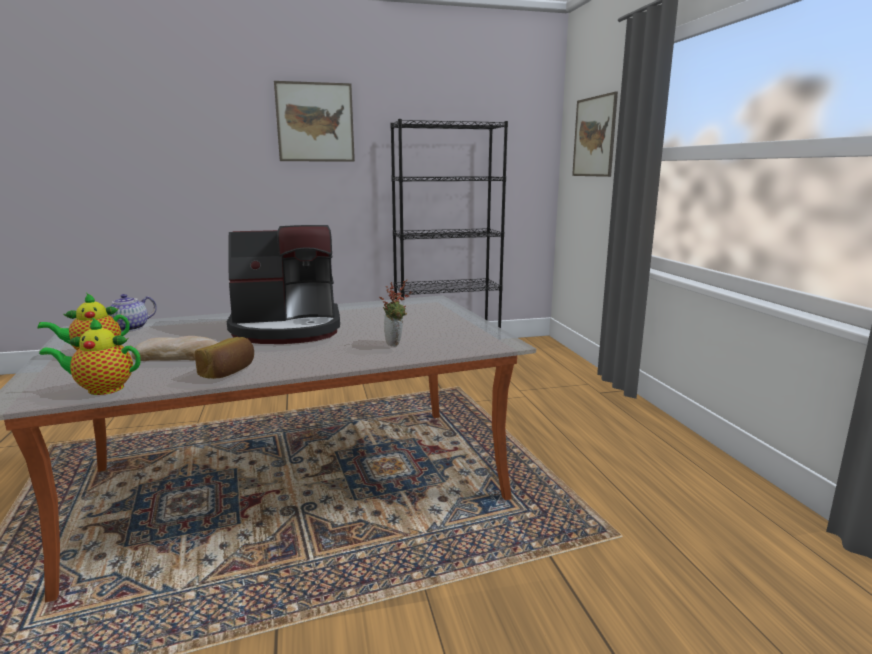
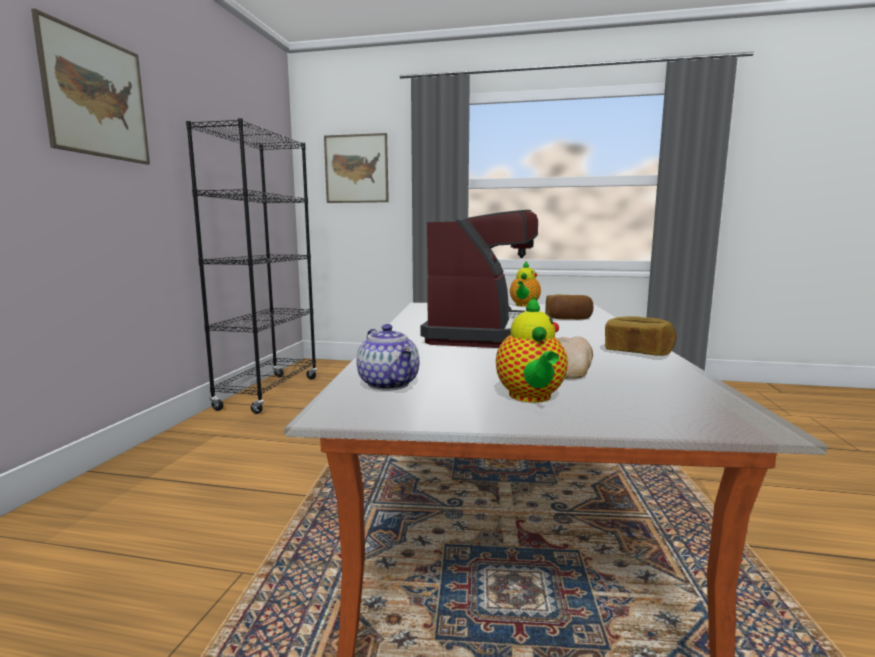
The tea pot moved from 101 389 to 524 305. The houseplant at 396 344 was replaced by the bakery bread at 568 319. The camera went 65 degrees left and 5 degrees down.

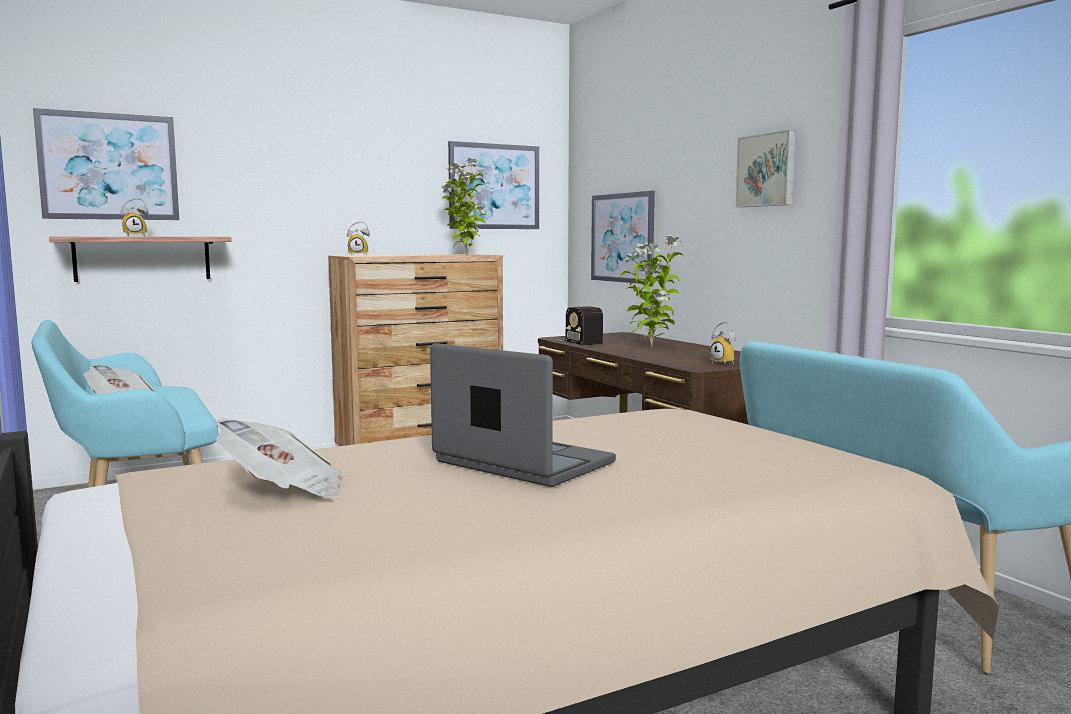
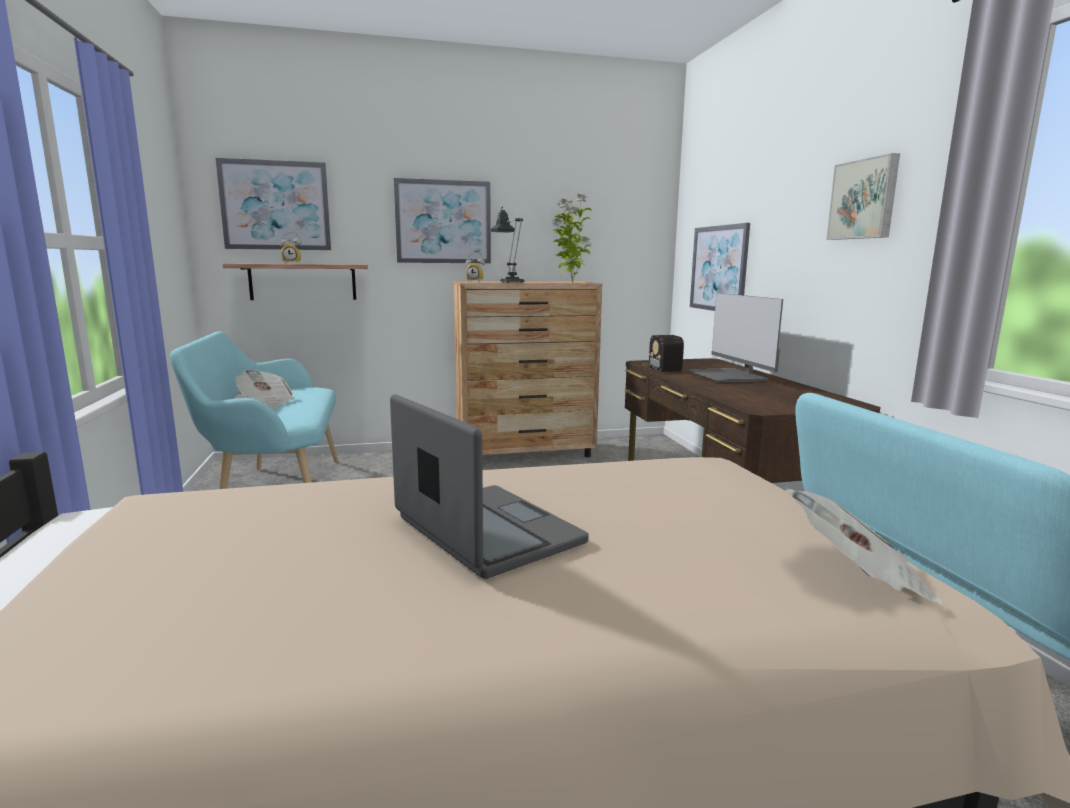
The wall art moved from 494 186 to 443 222. The tabletop lamp at 509 282 appeared. The houseplant at 651 346 was replaced by the monitor at 728 377. The printed paper moved from 284 491 to 858 578. The alarm clock at 725 363 disappeared. The camera went 15 degrees right and 5 degrees up.

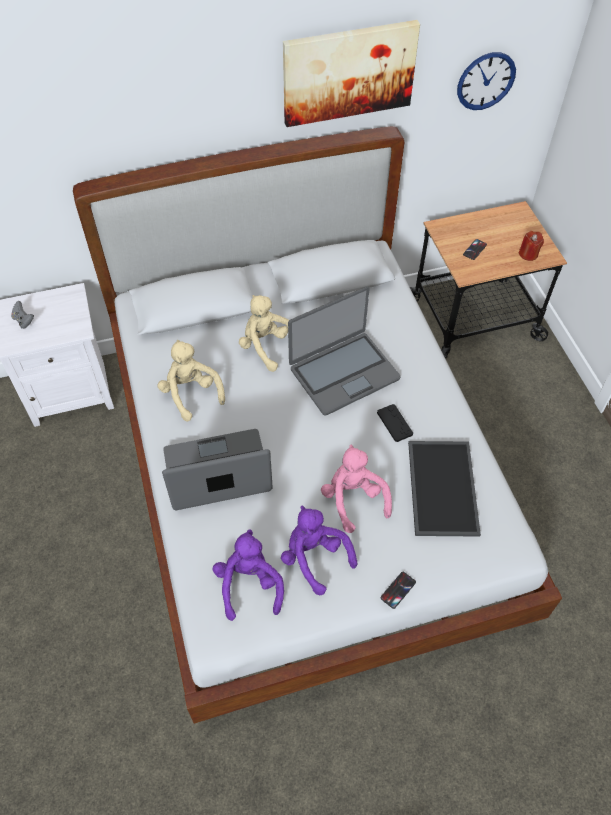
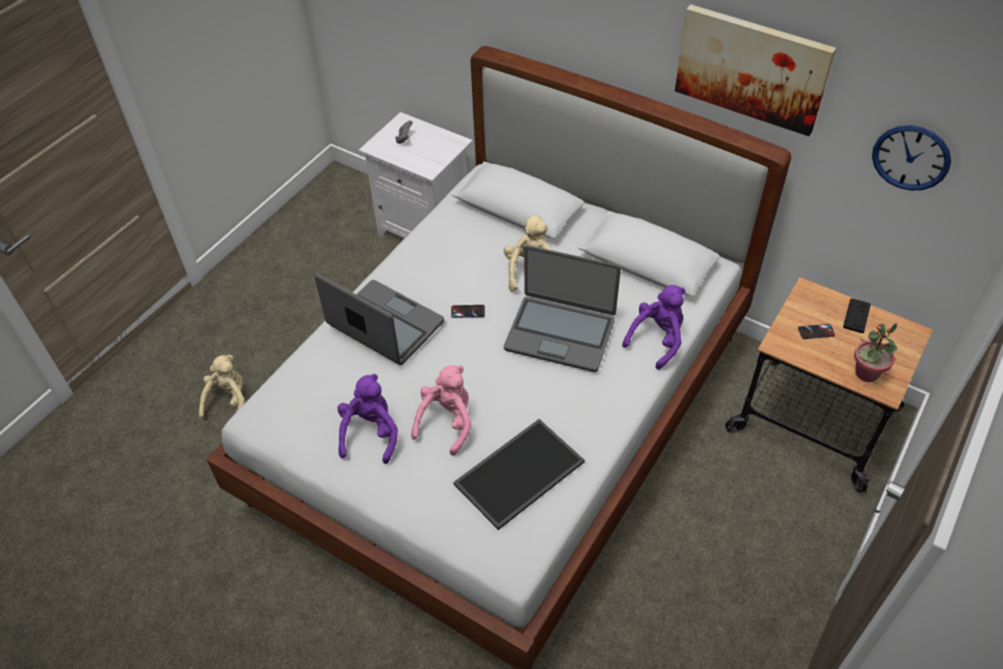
The sand-coloured soft toy moved from 191 393 to 229 402. The handset moved from 398 590 to 468 311. The purple soft toy moved from 249 584 to 657 340. The black-coloured game controller moved from 394 423 to 856 316. The red-coloured wax candle at 528 254 was replaced by the houseplant at 866 373. The camera went 50 degrees right and 5 degrees down.

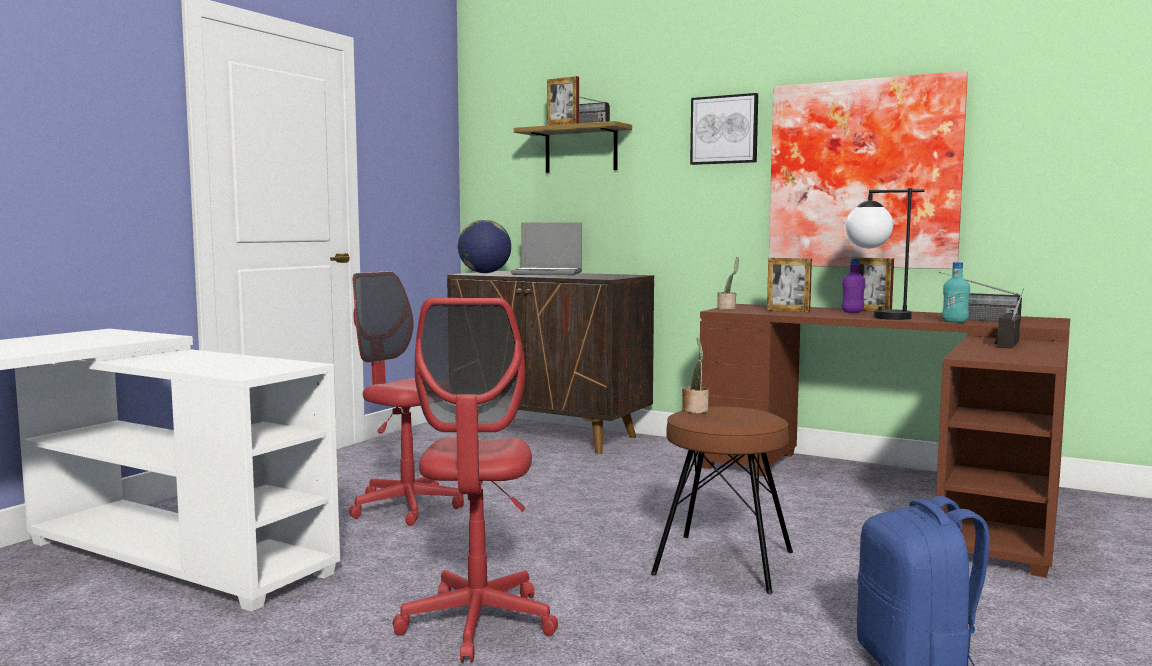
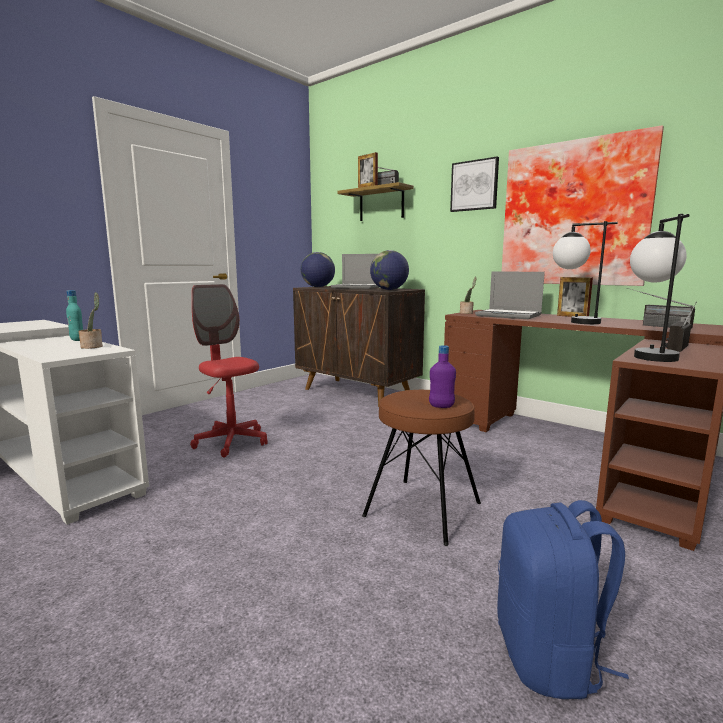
The turquoise-coloured bottle moved from 954 322 to 77 340. The houseplant moved from 695 410 to 93 346. The world globe at 389 289 appeared. The purple bottle moved from 852 312 to 441 406. The picture frame at 788 311 was replaced by the laptop at 509 315. The tabletop lamp at 649 355 appeared. The red-coloured office chair at 478 624 disappeared. The camera went 10 degrees right and 5 degrees up.

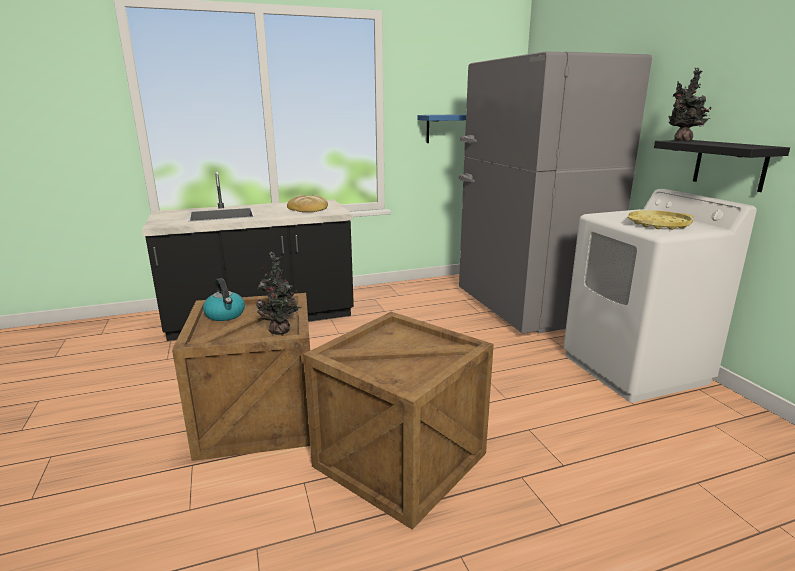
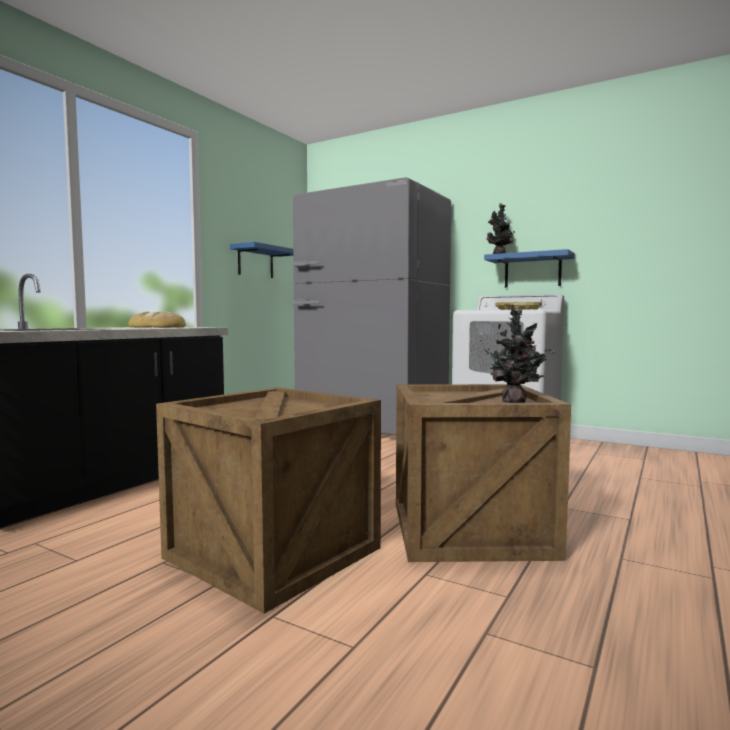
The houseplant moved from 281 331 to 515 402. The black-coloured shelf at 730 165 became the blue shelf at 532 271. The water kettle at 225 315 disappeared. The camera went 40 degrees left and 15 degrees down.

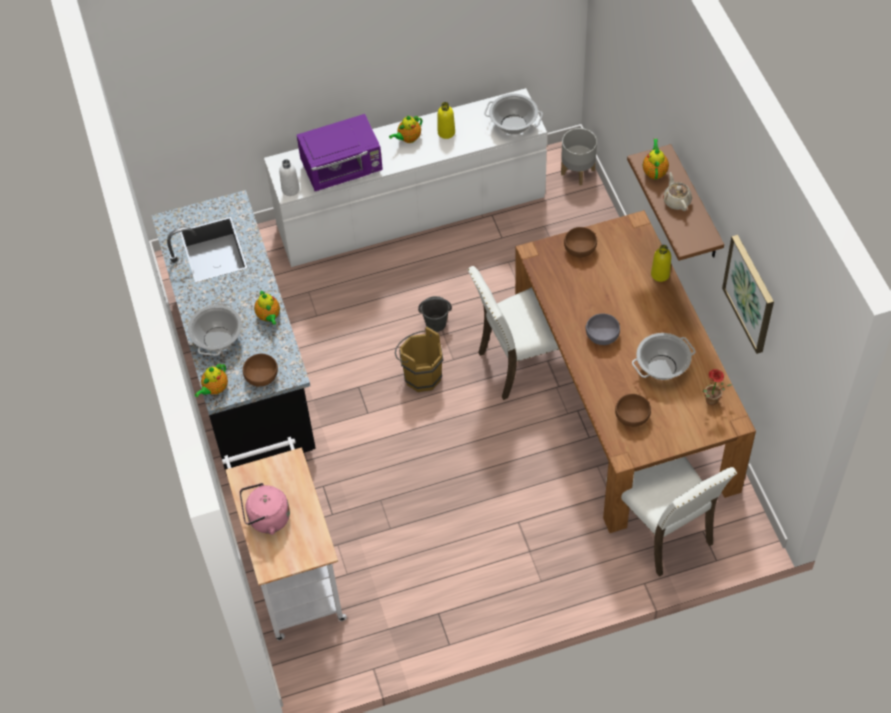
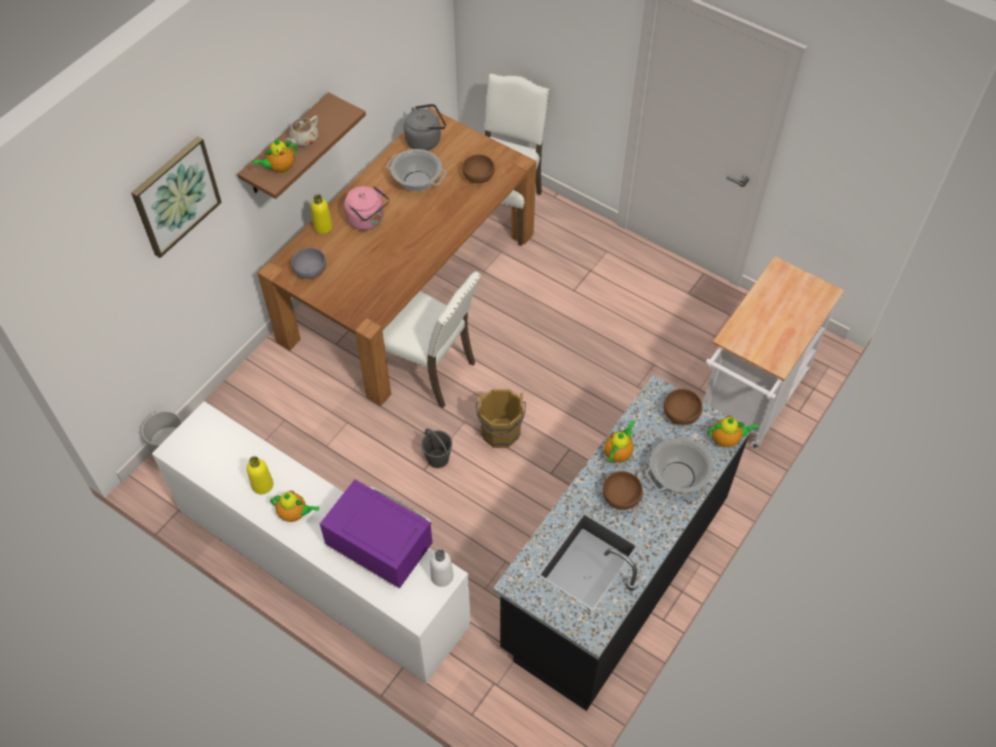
The wall art moved from 750 293 to 175 196. The greyish serving bowl moved from 602 336 to 310 270. The pink water kettle moved from 266 519 to 368 220. The houseplant at 711 402 was replaced by the greyish water kettle at 425 140. The brown serving bowl moved from 580 248 to 620 497. The stockpot at 513 125 disappeared. The camera went 130 degrees left and 0 degrees up.

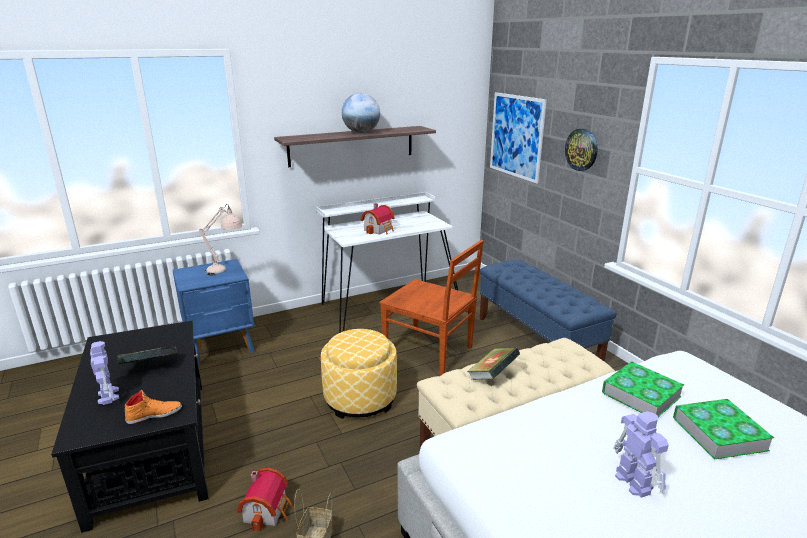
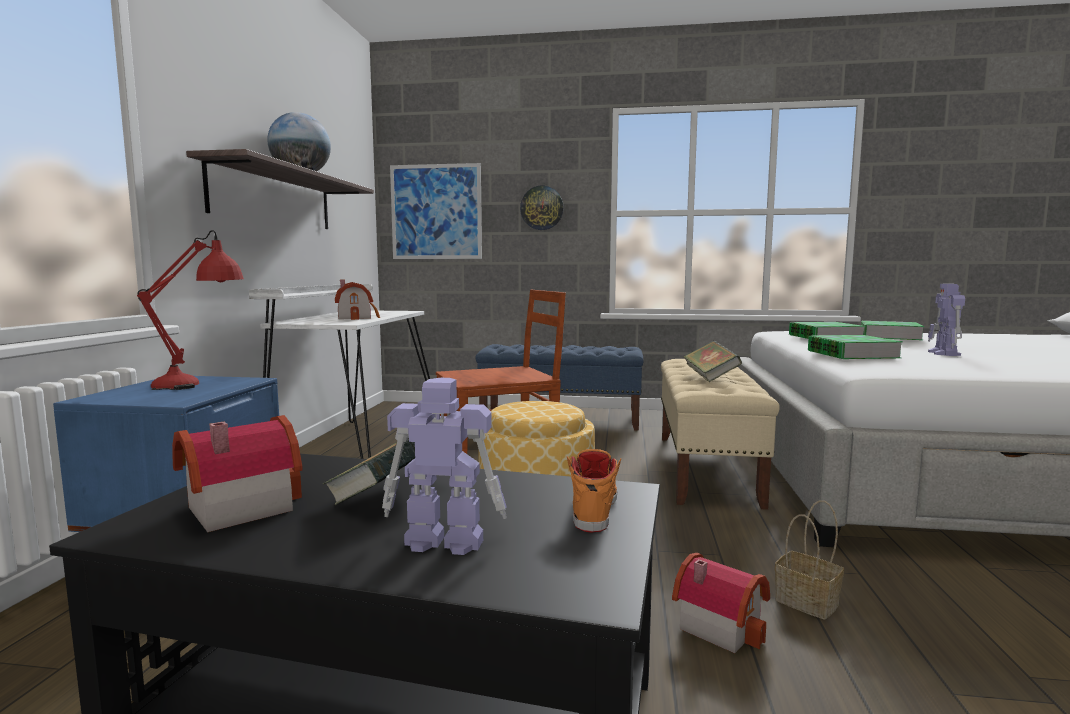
The sand-coloured tabletop lamp at 225 270 became the red-coloured tabletop lamp at 201 382. The model house at 235 507 appeared. The bound book at 852 354 appeared. The model robot at 633 481 turned 90 degrees counterclockwise. The camera went 55 degrees left and 15 degrees down.

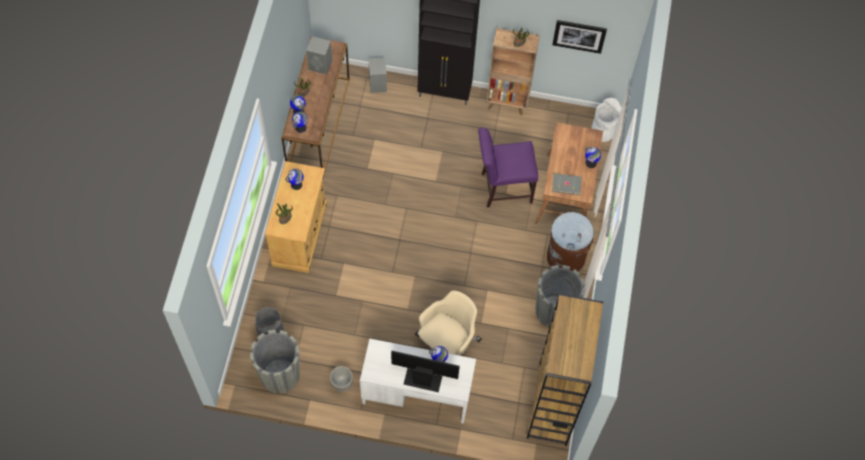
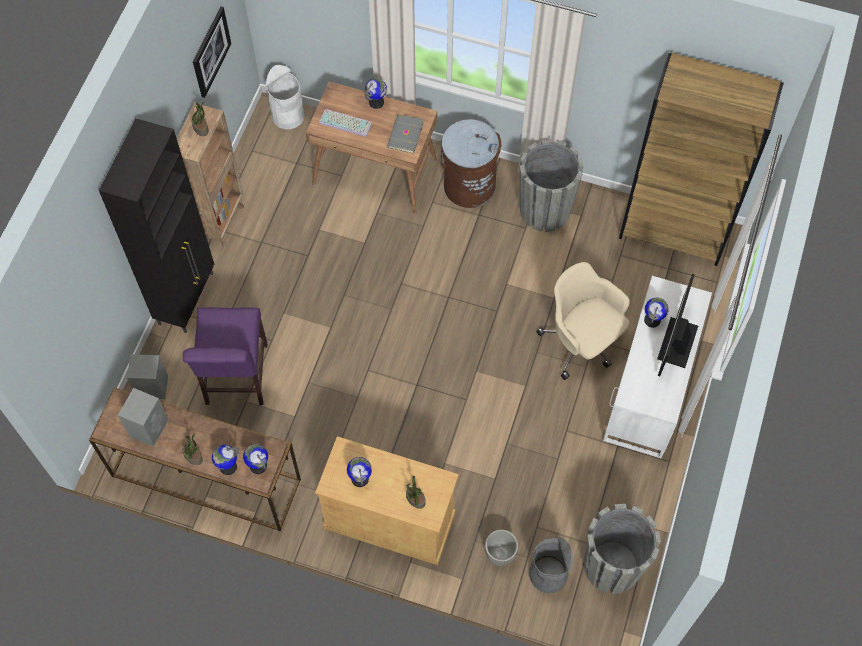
The purple plain chair moved from 503 188 to 235 379. The PC keyboard at 346 122 appeared. The planter moved from 341 384 to 500 554. The camera went 80 degrees left and 0 degrees up.

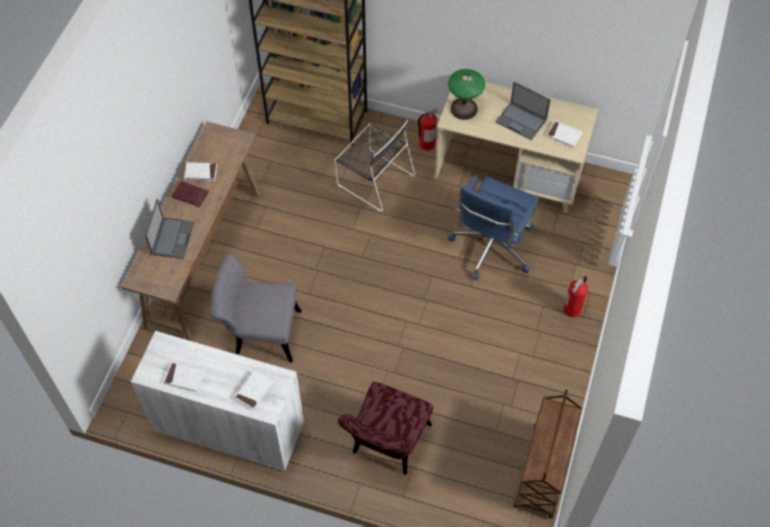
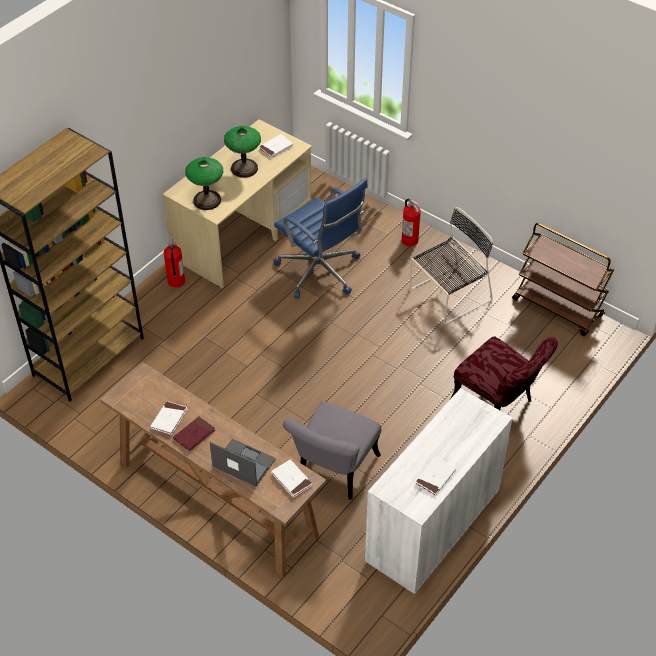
The laptop at 521 121 was replaced by the tabletop lamp at 244 168. The whitish bound book moved from 254 391 to 291 479. The black-coloured plain chair moved from 373 179 to 448 296. The camera went 70 degrees left and 10 degrees down.

